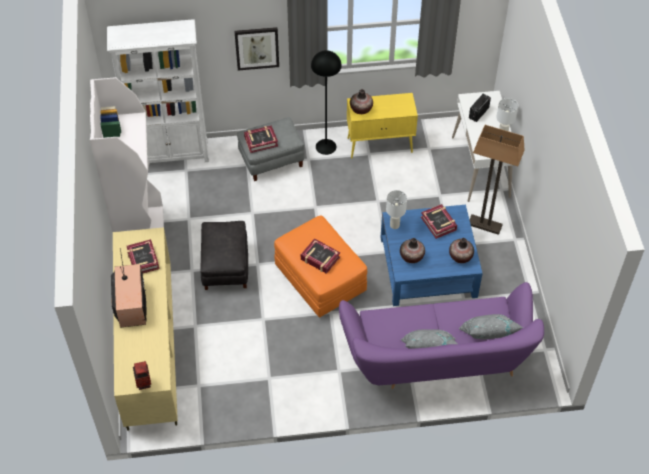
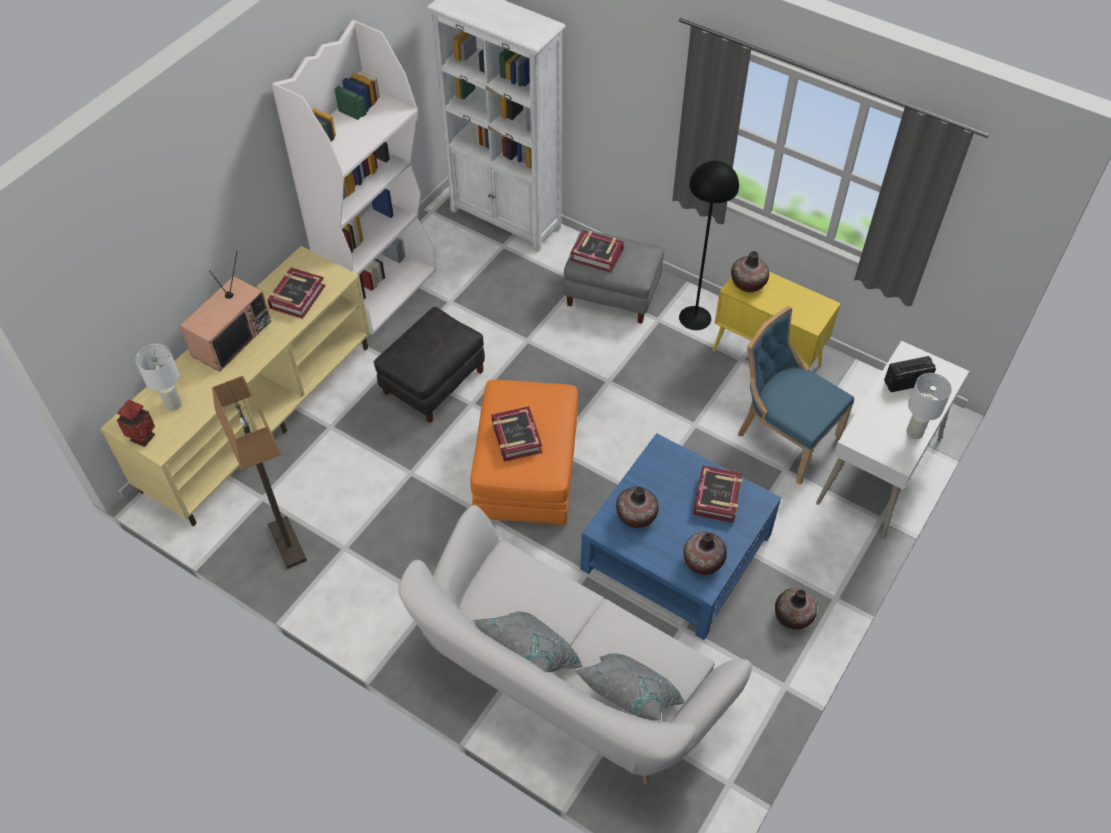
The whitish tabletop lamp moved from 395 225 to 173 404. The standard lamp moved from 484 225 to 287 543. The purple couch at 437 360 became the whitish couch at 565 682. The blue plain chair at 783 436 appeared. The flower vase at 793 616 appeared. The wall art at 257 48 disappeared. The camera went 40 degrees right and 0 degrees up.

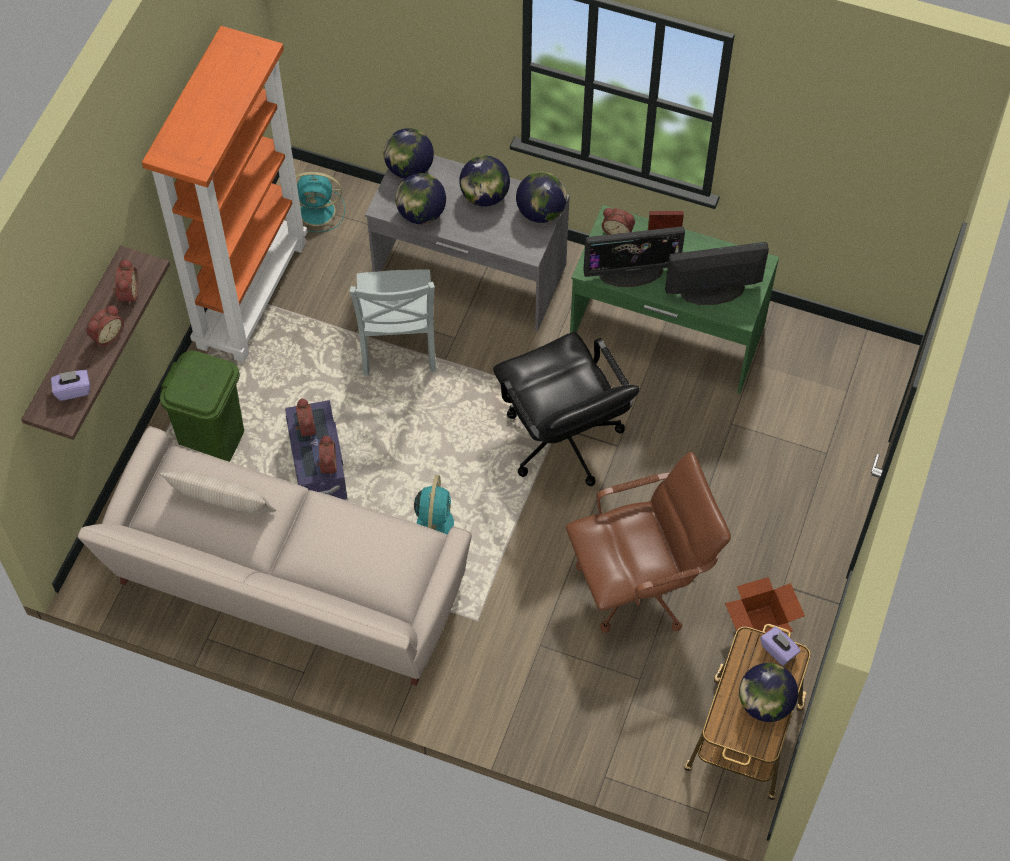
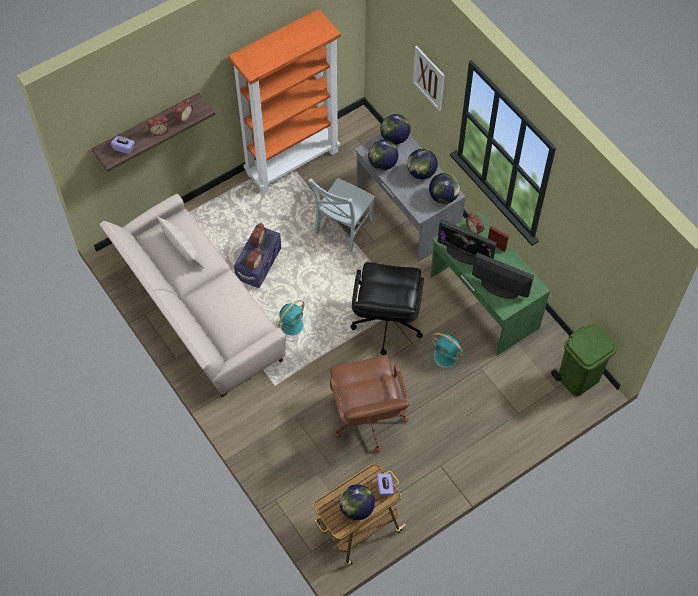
The brown office chair at 640 585 turned 60 degrees clockwise. The wall art at 428 78 appeared. The turquoise-coloured electric fan moved from 319 211 to 446 357. The green-coloured rubbish bin moved from 213 441 to 578 377. The packing box at 760 627 disappeared. The camera went 35 degrees right and 0 degrees up.

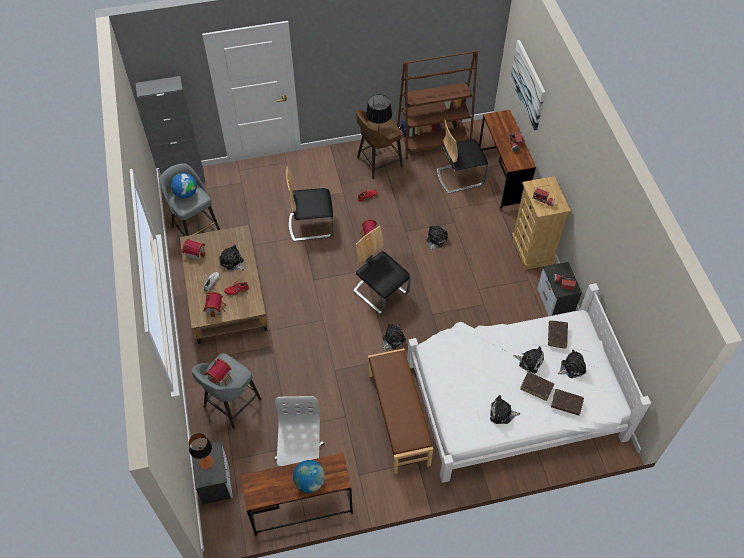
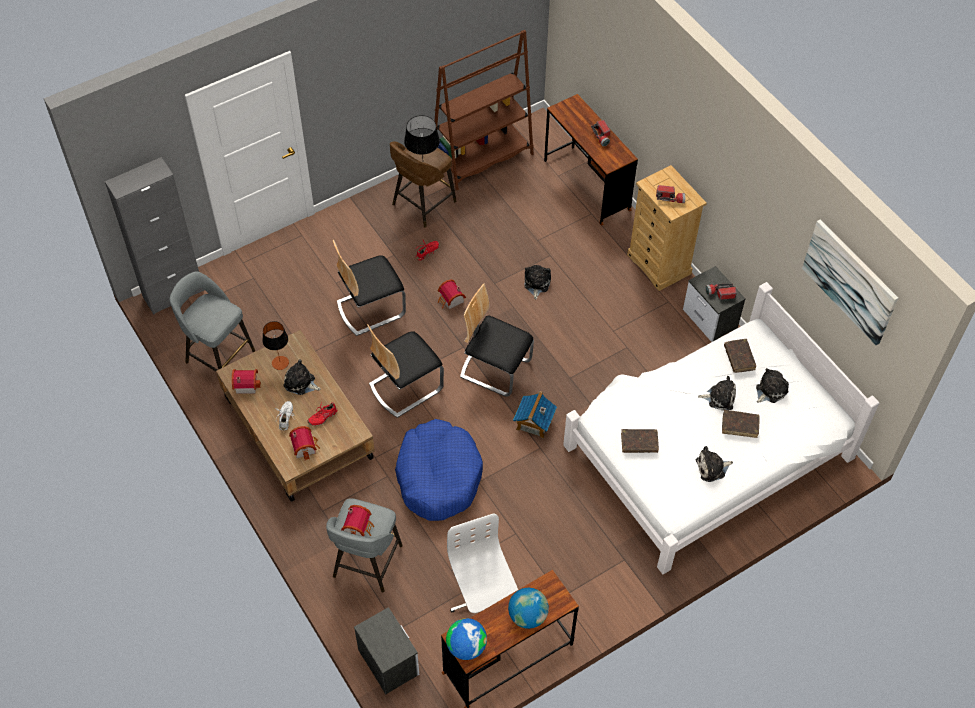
The tabletop lamp moved from 206 462 to 280 363. The plain chair moved from 460 176 to 405 386. The blue pet bed at 438 476 appeared. The world globe moved from 186 193 to 466 647. The soft toy at 392 339 was replaced by the model house at 534 422. The brown bound book moved from 566 404 to 639 443. The wall art moved from 528 84 to 850 281. The brown indoor bench at 399 418 disappeared. The camera went 20 degrees left and 0 degrees up.

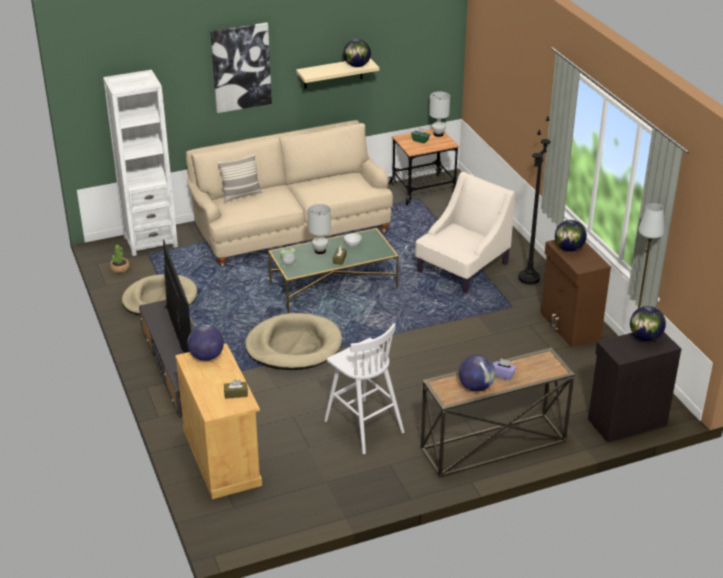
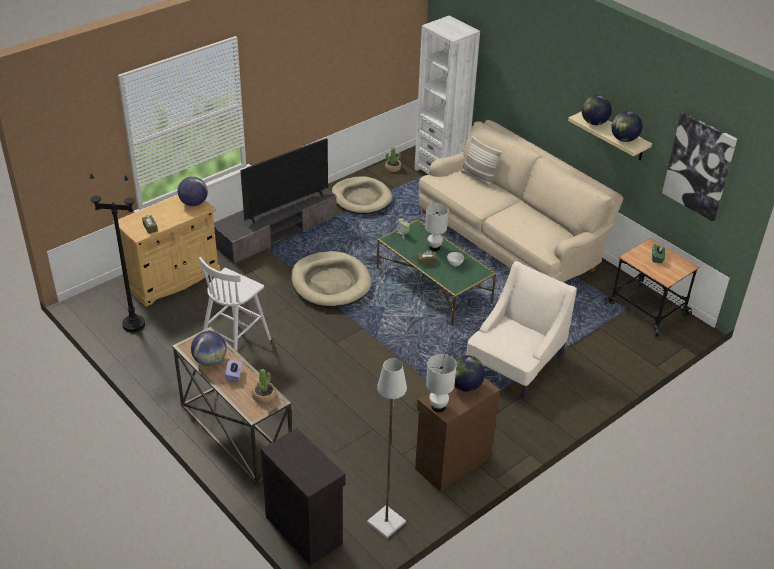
The black-coloured standard lamp moved from 529 278 to 133 325. The houseplant at 264 396 appeared. The whitish tabletop lamp moved from 438 134 to 438 406. The sand-coloured lounge chair at 462 268 turned 75 degrees counterclockwise. The world globe moved from 645 337 to 594 123. The wall art moved from 241 67 to 699 166. The camera went 70 degrees right and 5 degrees up.

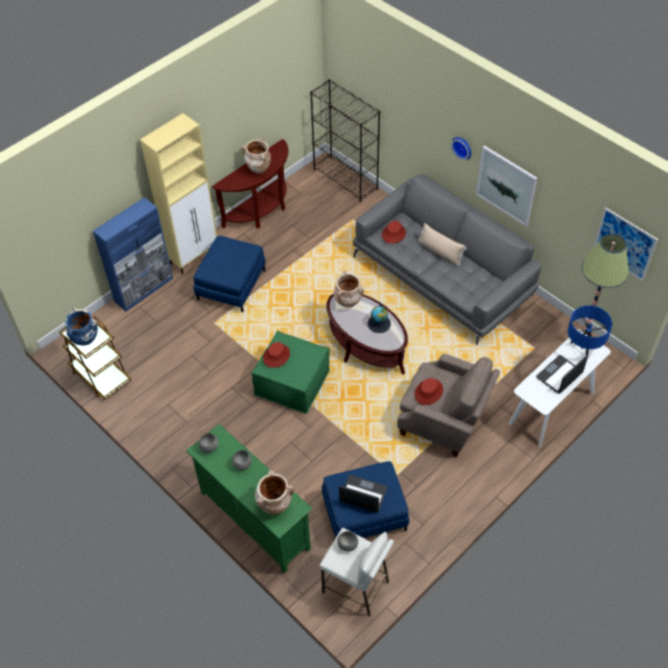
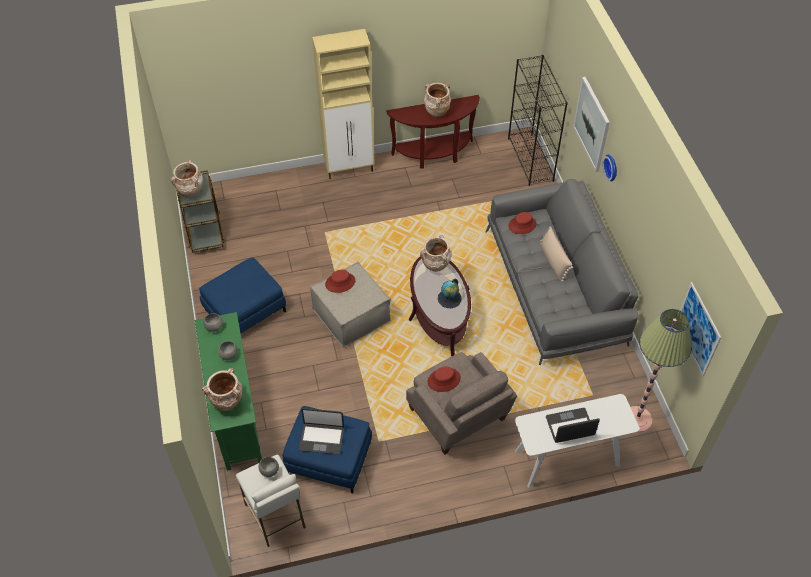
The blue flower vase at 86 341 became the sand-coloured flower vase at 191 194. The blue pouffe moved from 231 285 to 245 310. The laptop at 363 495 turned 135 degrees clockwise. The green-coloured pouffe at 292 383 became the sand-coloured pouffe at 351 315. The wall art moved from 506 185 to 592 124. The blue storage cabinet at 144 289 disappeared. The blue tabletop lamp at 582 349 disappeared. The camera went 30 degrees right and 0 degrees up.

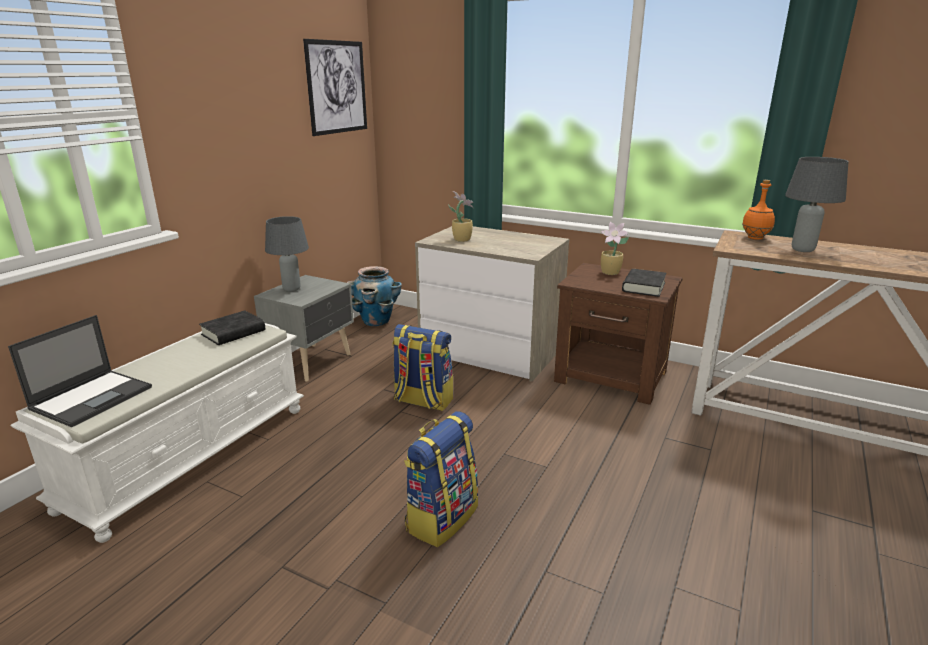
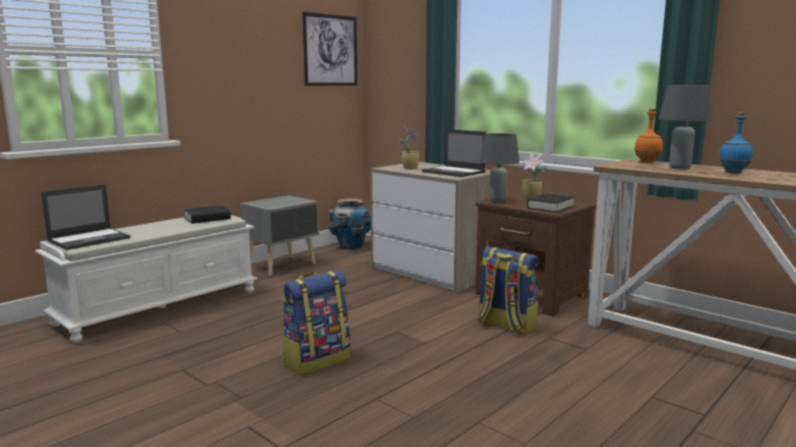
The laptop at 454 172 appeared. The backpack moved from 422 401 to 505 325. The greyish tabletop lamp moved from 292 289 to 498 201. The blue bottle at 733 173 appeared. The camera went 15 degrees right and 10 degrees down.

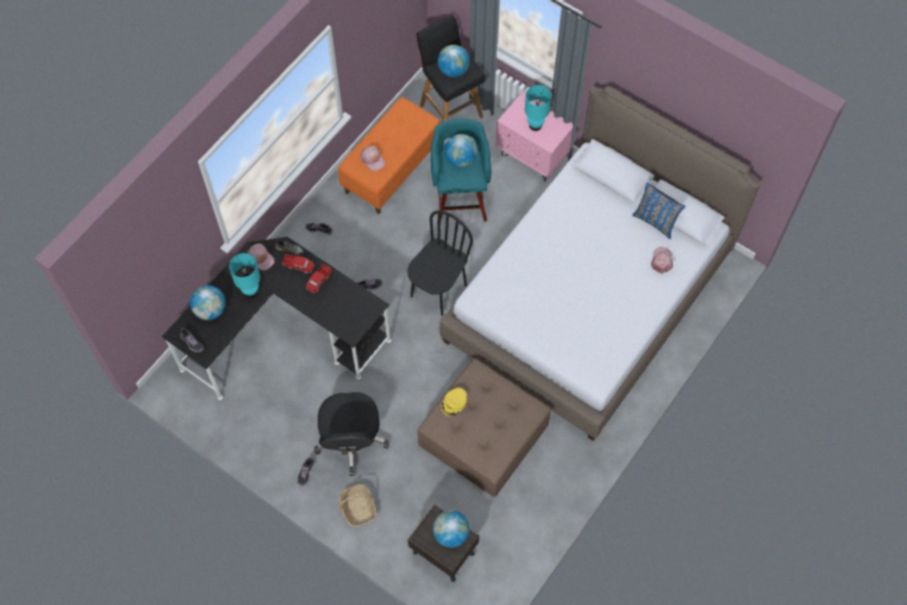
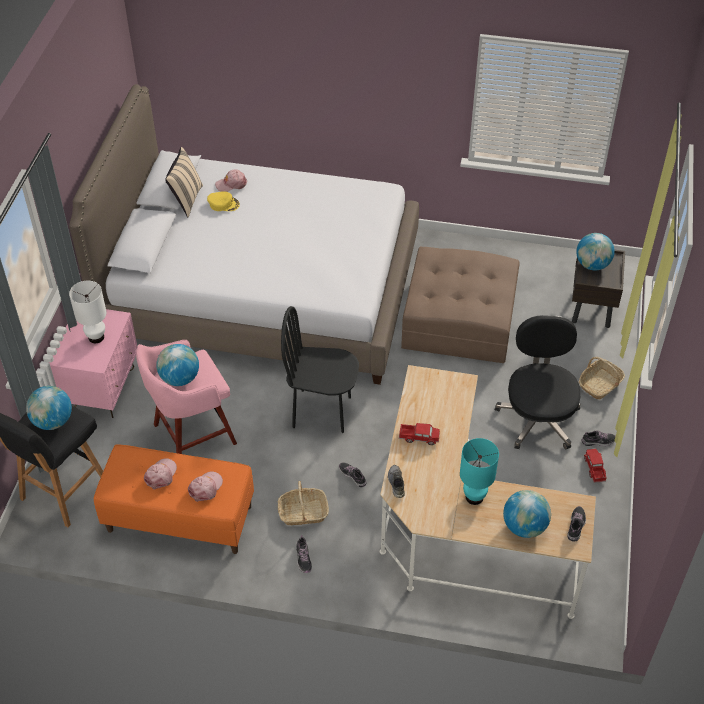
The turquoise-coloured tabletop lamp at 535 125 became the whitish tabletop lamp at 96 337. The turquoise-coloured sitting stool at 460 199 became the pink sitting stool at 192 435. The pink baseball cap moved from 260 258 to 161 475. The blue pillow at 655 221 became the sand-coloured pillow at 186 200. The yellow baseball cap moved from 454 403 to 223 204. The basket at 303 513 appeared. The black-coloured desk table at 283 333 became the sand-coloured desk table at 459 532. The black-coloured office chair at 351 440 turned 60 degrees counterclockwise. The toy lorry moved from 299 265 to 594 468. The camera went 115 degrees left and 15 degrees down.

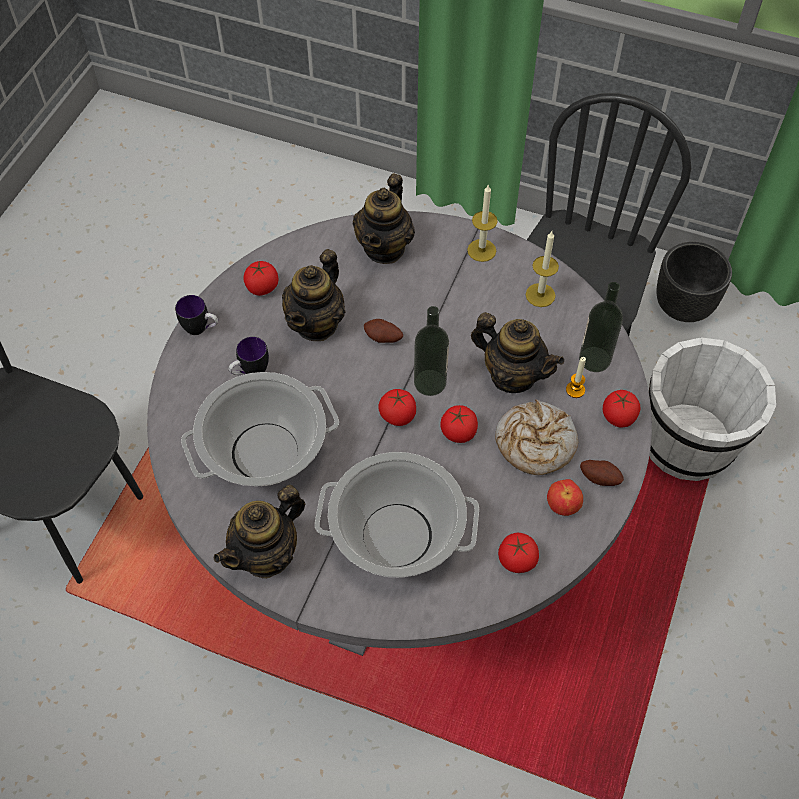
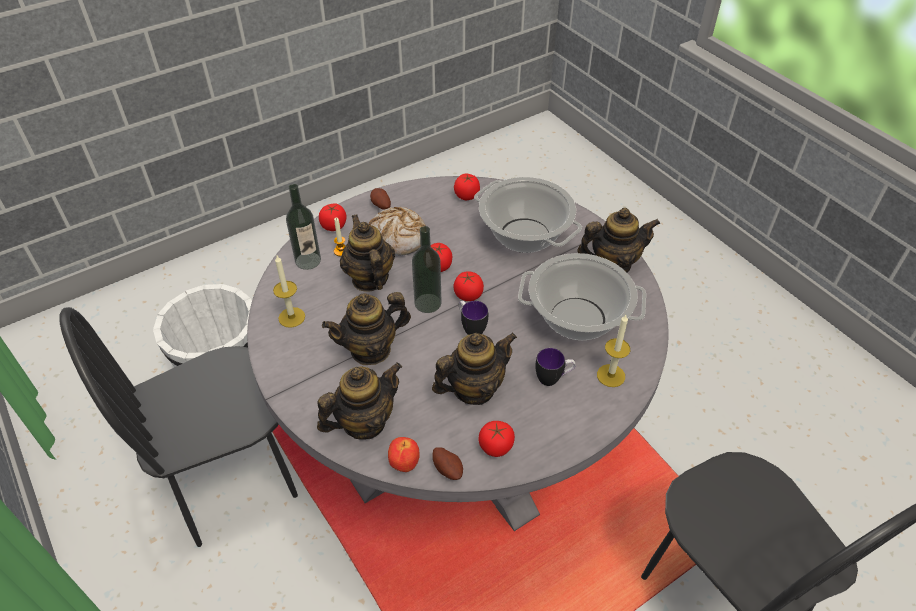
The tea pot at 371 349 appeared. The whole apple moved from 562 507 to 404 464. The spud moved from 383 339 to 448 469. The mug moved from 201 329 to 471 328. The wax candle moved from 481 250 to 611 375. The black-coloured planter at 682 306 disappeared. The camera went 145 degrees left and 10 degrees down.

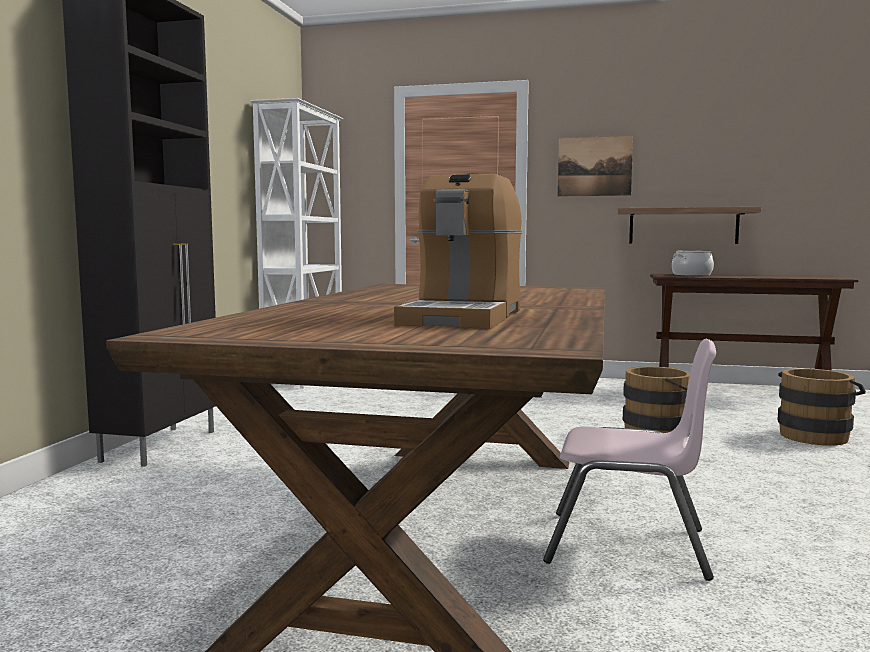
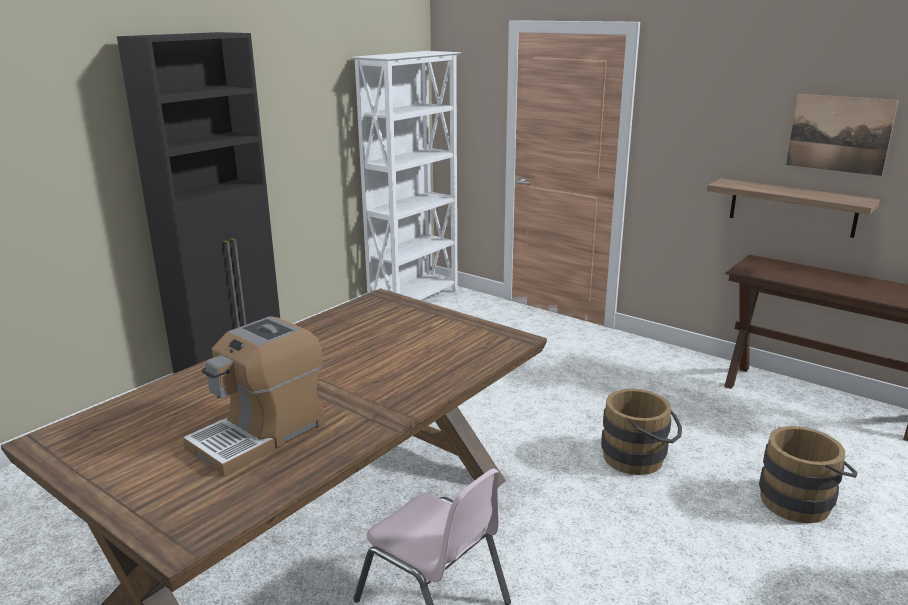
The wall art moved from 594 166 to 839 134. The stockpot at 691 275 disappeared. The camera went 25 degrees right and 15 degrees up.

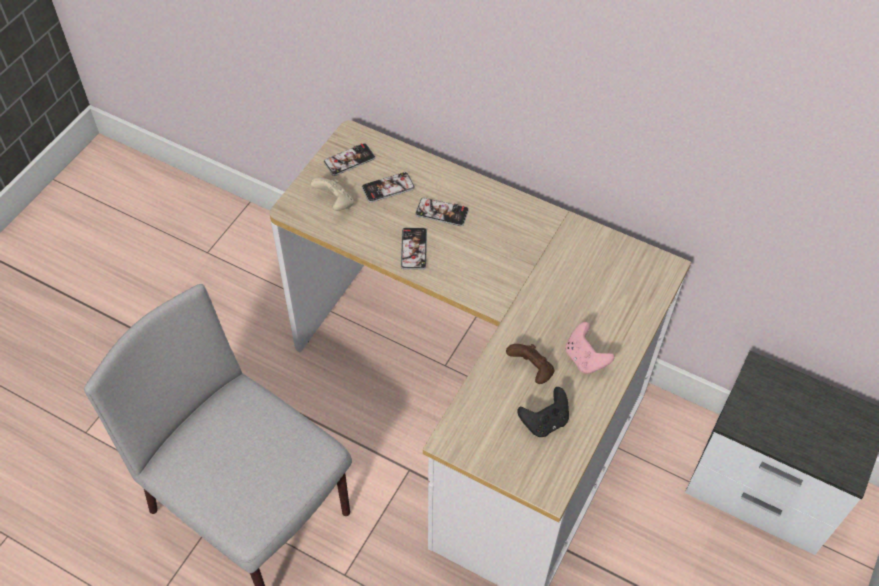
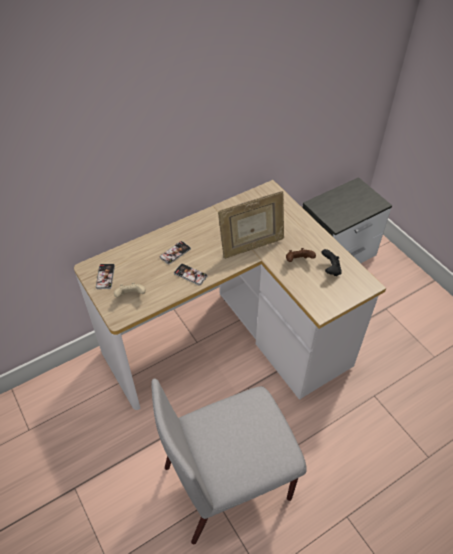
The picture frame at 251 246 appeared. The handset at 388 188 disappeared. The pink game controller at 585 358 disappeared. The camera went 60 degrees left and 5 degrees down.

